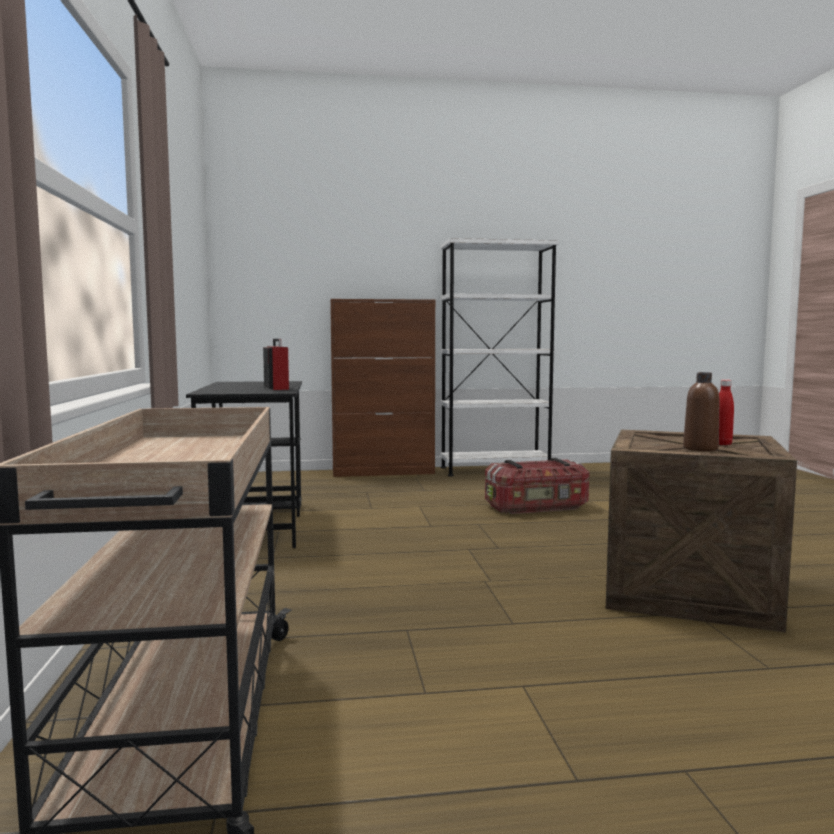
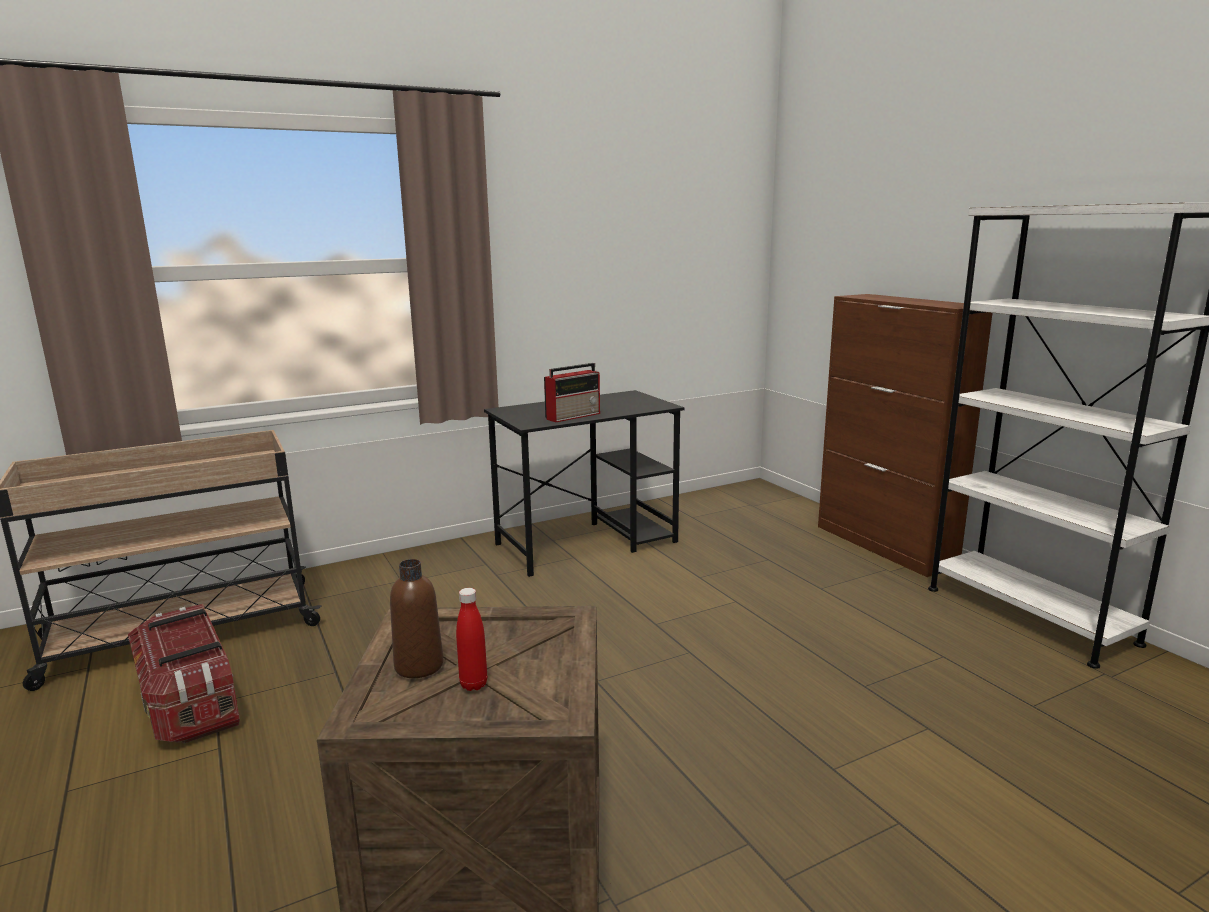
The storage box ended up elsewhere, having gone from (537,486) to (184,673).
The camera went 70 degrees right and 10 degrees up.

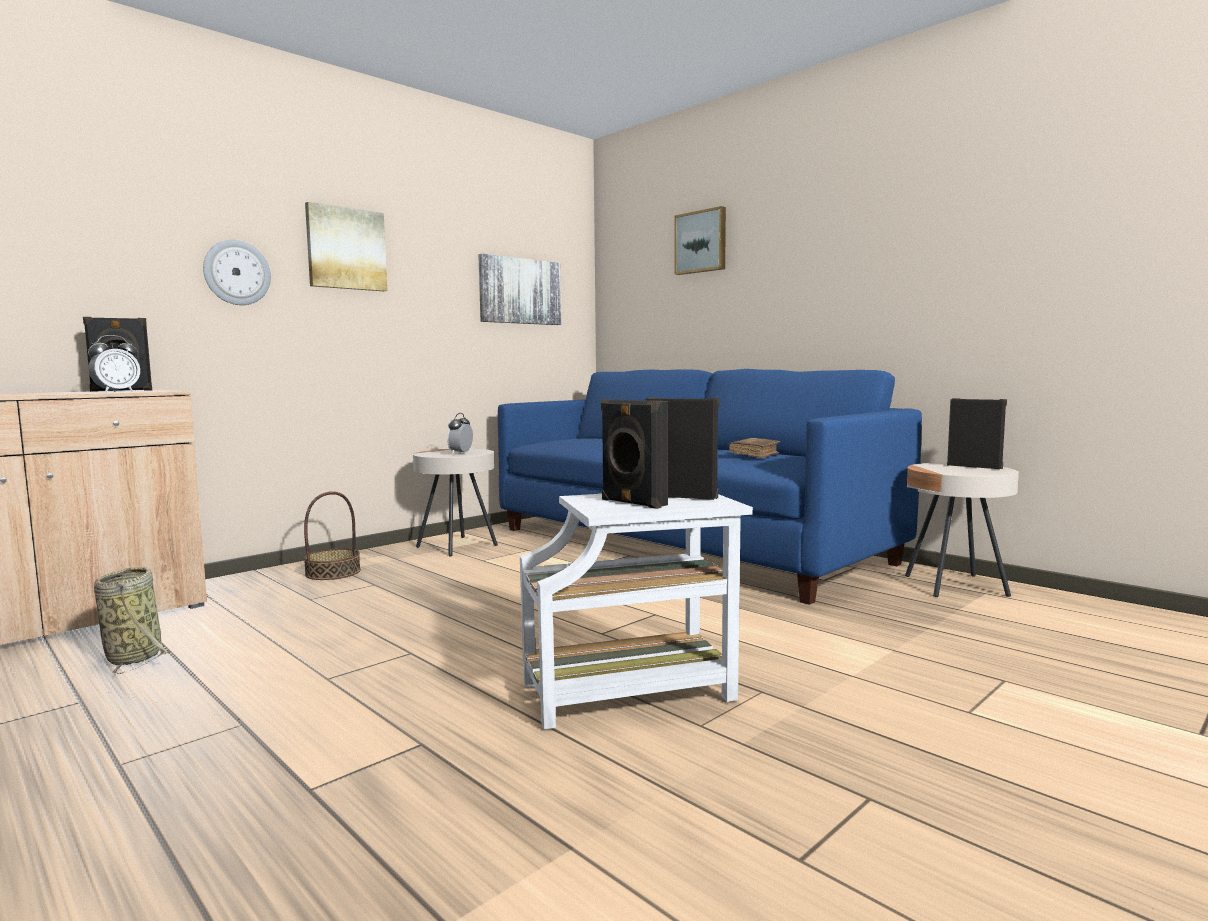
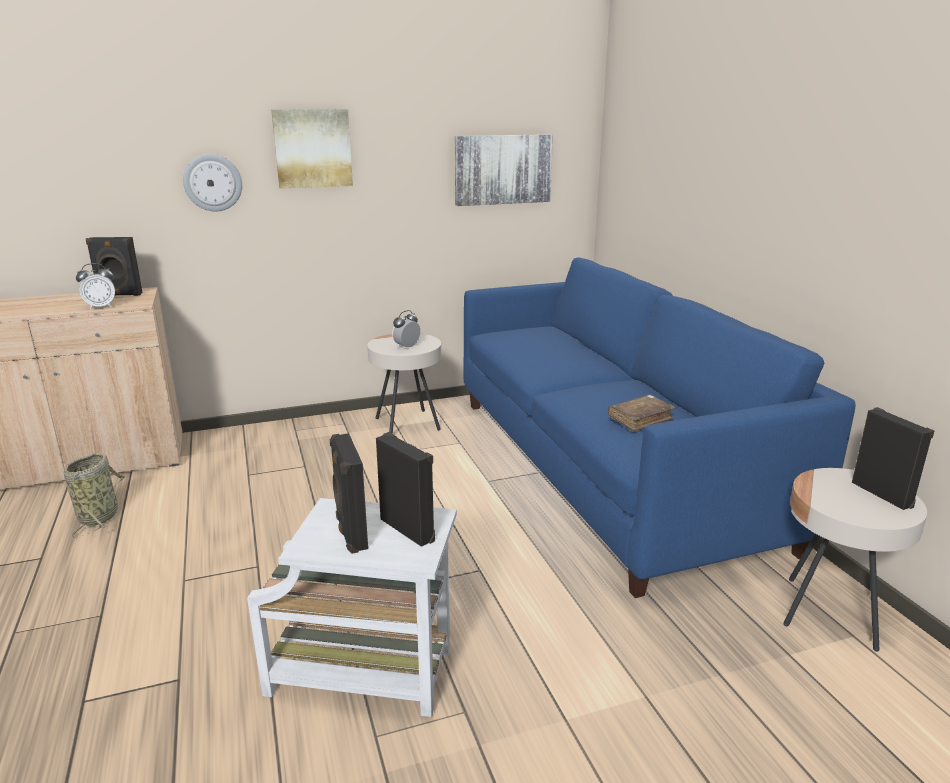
The second view lost the storage basket at (332,535).
The second view lost the picture at (700,240).
The camera went 25 degrees right and 15 degrees up.

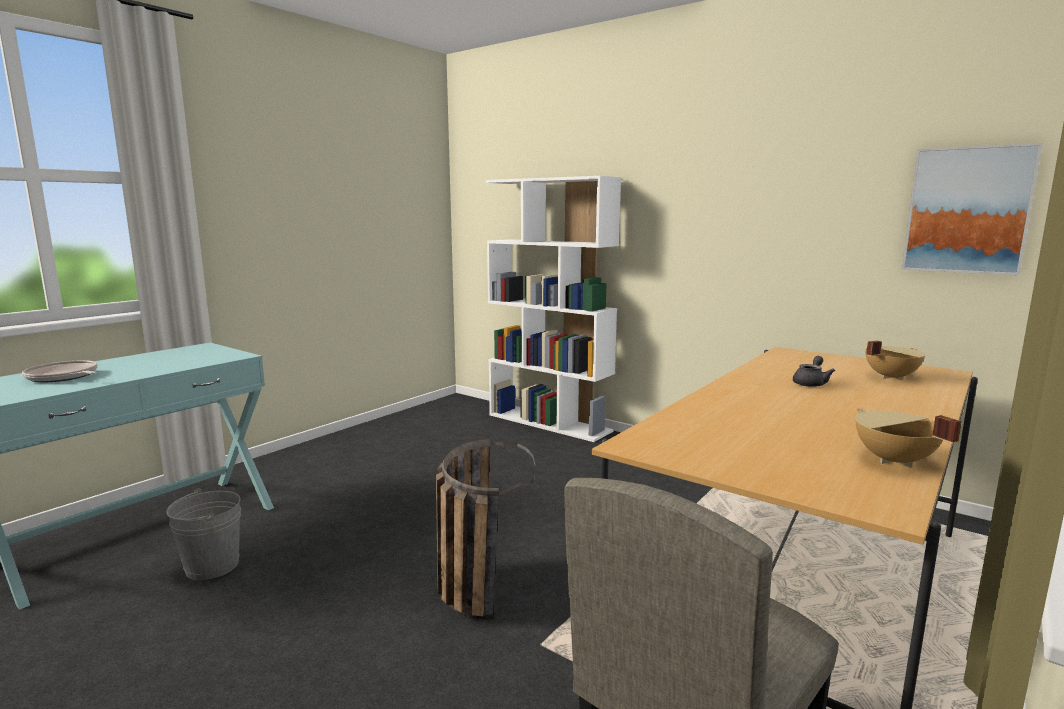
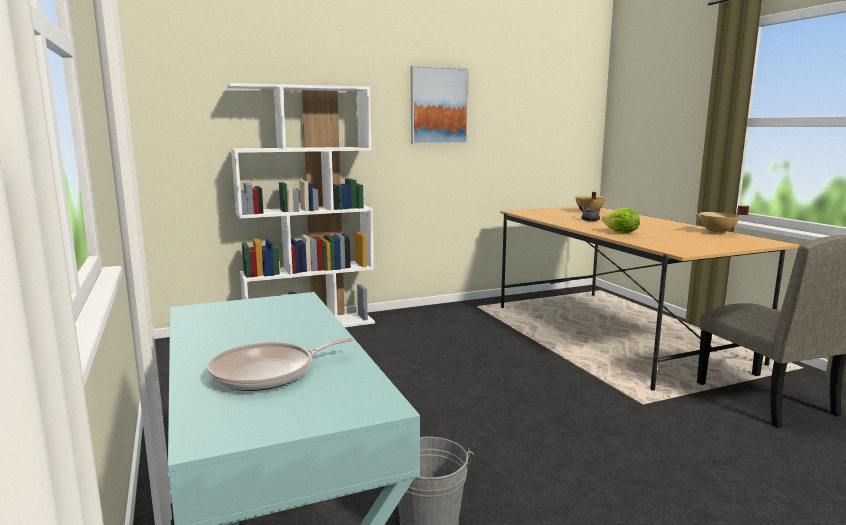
The second view lost the storage basket at (485,529).
The picture ended up elsewhere, having gone from (972,209) to (440,105).
The second view gained the lettuce head at (621,220).
The camera went 60 degrees left and 0 degrees up.

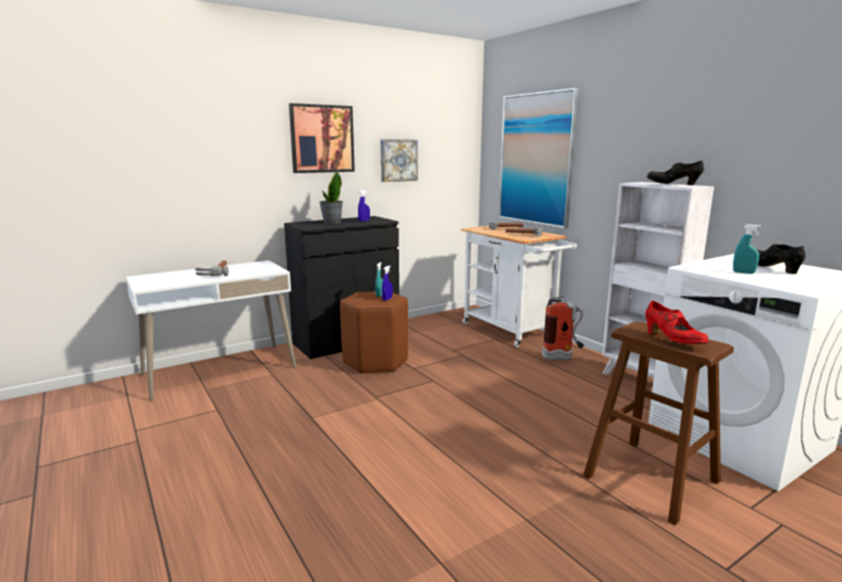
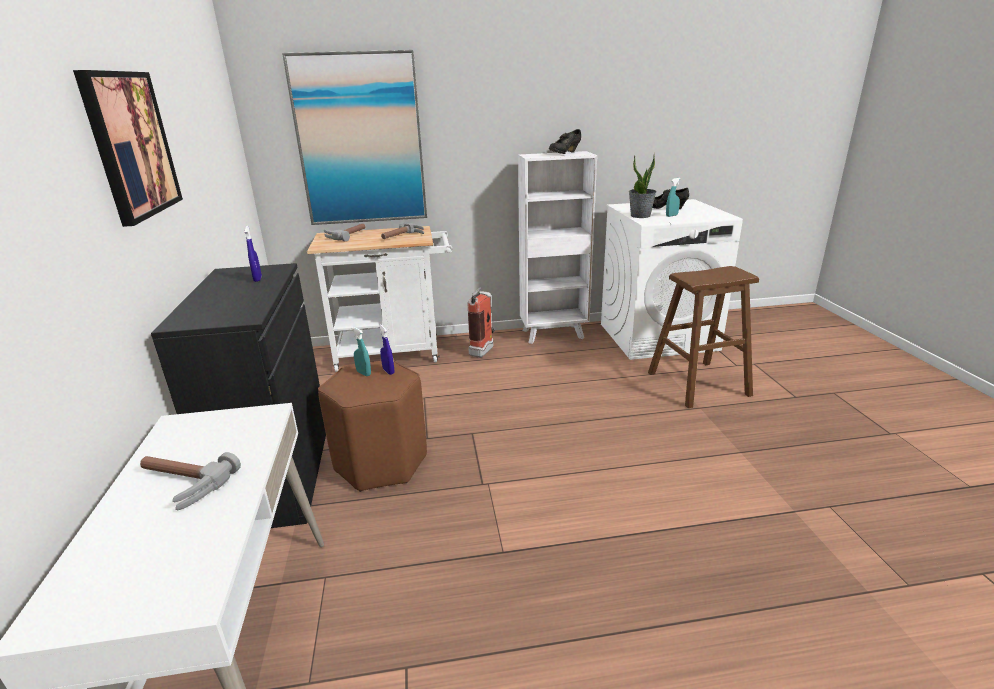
The plant in a pot ended up elsewhere, having gone from (331,197) to (643,185).
The second view lost the picture at (399,160).
The second view lost the reddish item of footwear at (677,322).
The camera went 65 degrees left and 10 degrees up.

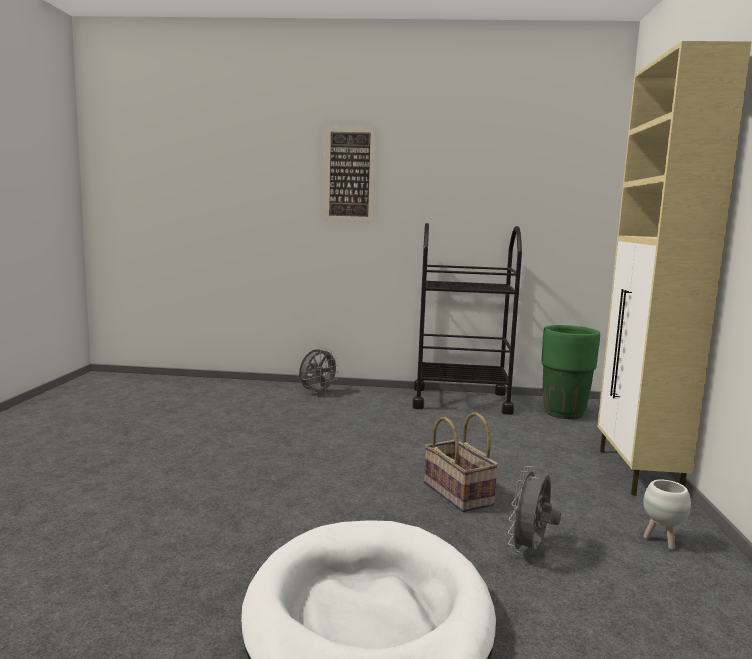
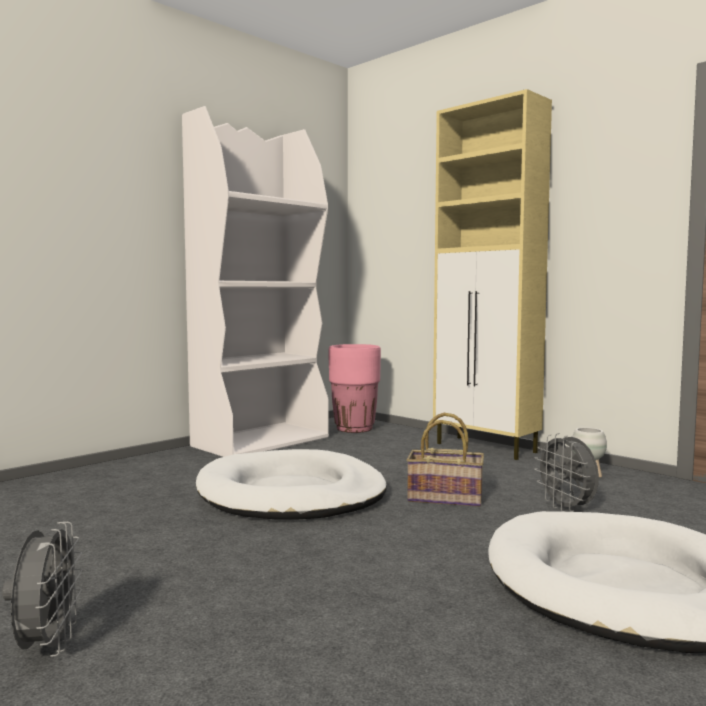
The greyish electric fan ended up elsewhere, having gone from (319,371) to (42,589).
The second view lost the picture at (350,174).
Where the blackish trolley stood at (467,319), the white-coloured bookcase came to stand at (255,281).
What was the green-coloured planter at (570,372) turned into the pink planter at (354,388).
The second view gained the white-coloured pet bed at (291,484).
The camera went 50 degrees left and 5 degrees down.

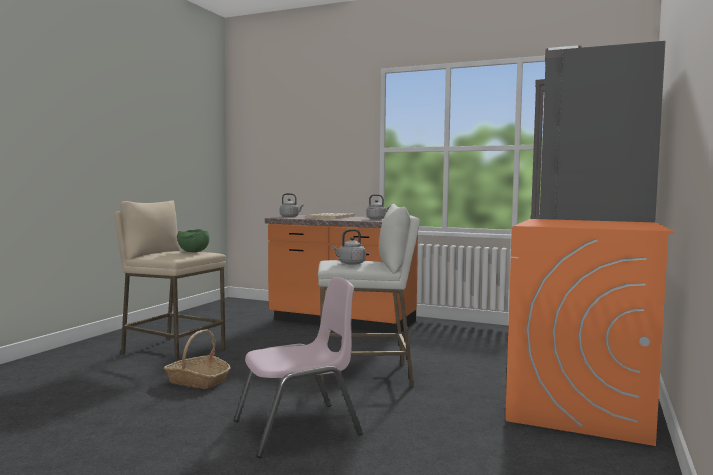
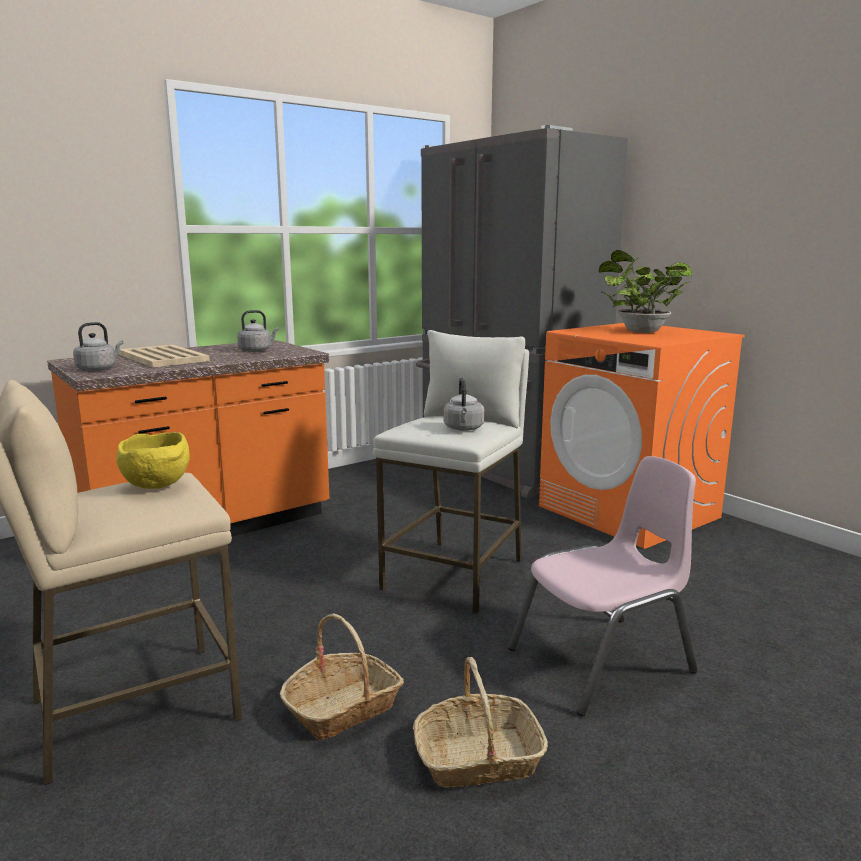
What was the green-coloured deep dish at (193,240) turned into the yellow deep dish at (153,460).
The pink upright chair at (298,367) ended up facing another way, 60 degrees clockwise from before.
The second view gained the storage basket at (480,722).
The second view gained the plant in a pot at (645,291).
The camera went 60 degrees left and 10 degrees up.

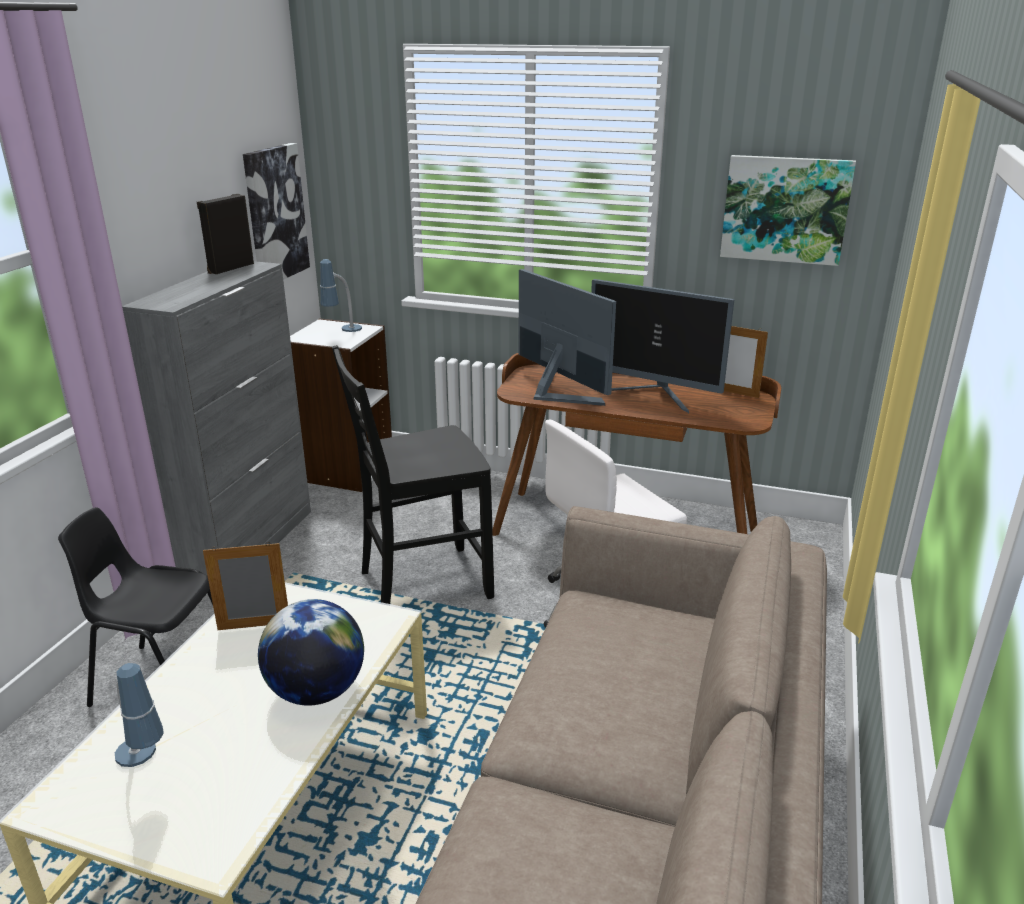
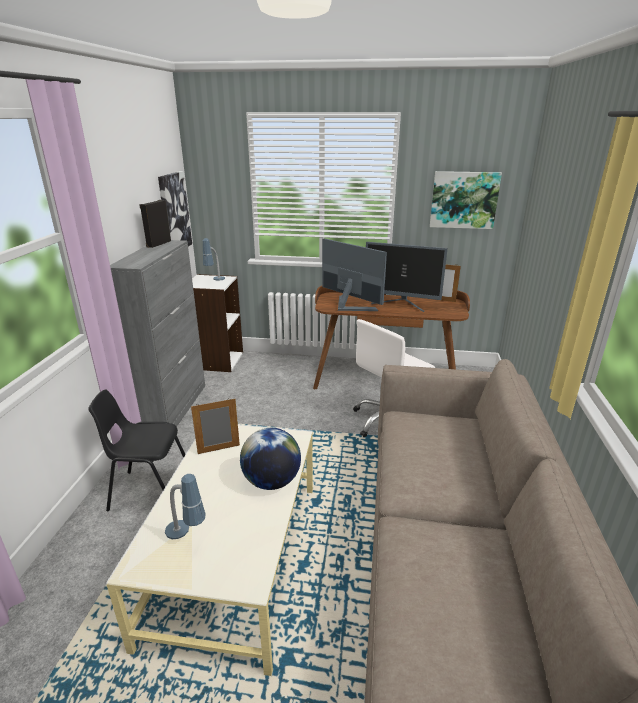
The second view lost the blackish upright chair at (413,474).
The camera went 10 degrees left and 0 degrees up.

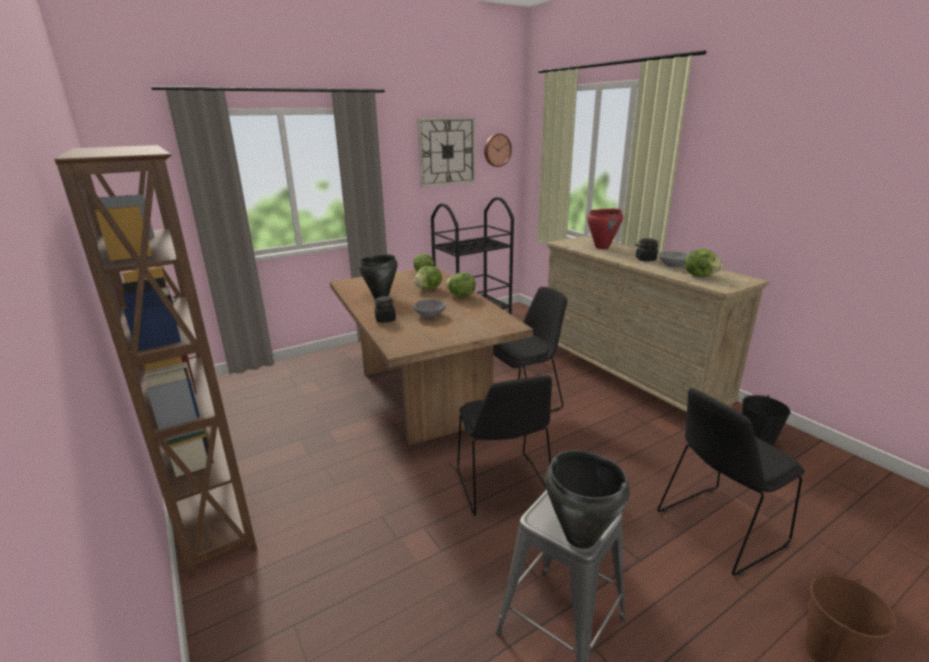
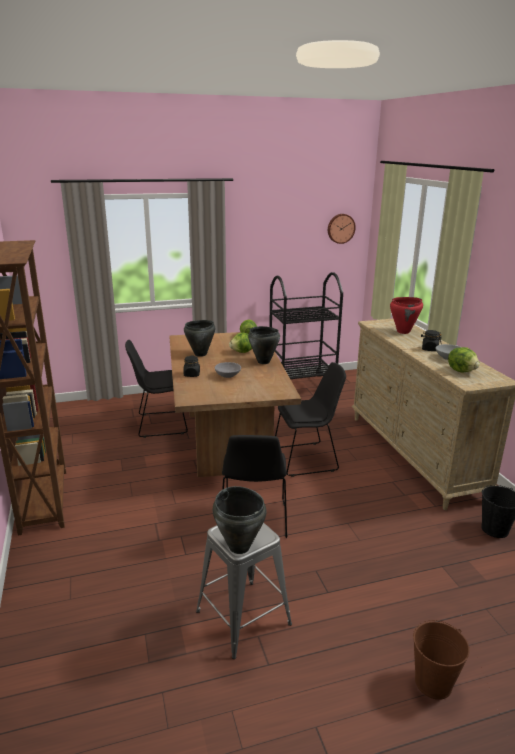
The second view lost the clock on the wall at (446,152).
Where the lettuce head stood at (460,284), the blackish stockpot came to stand at (264,345).
The blackish upright chair ended up elsewhere, having gone from (731,482) to (156,389).
The camera went 15 degrees right and 0 degrees up.

